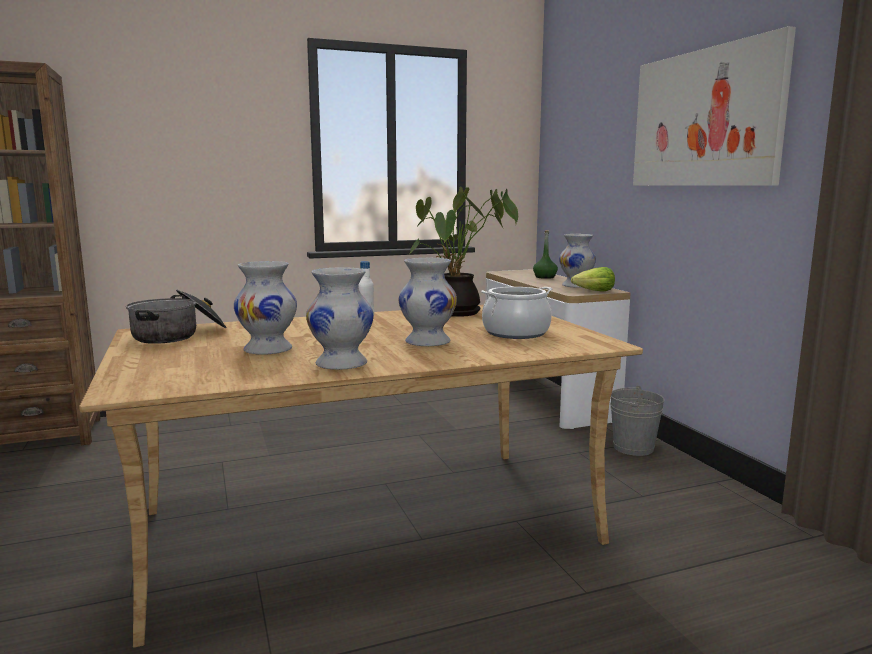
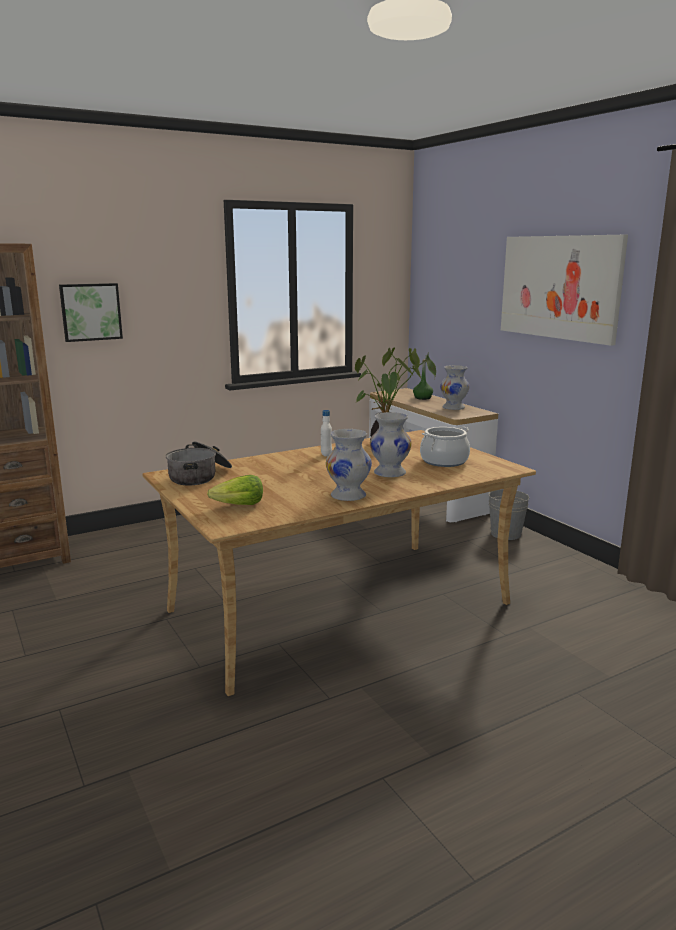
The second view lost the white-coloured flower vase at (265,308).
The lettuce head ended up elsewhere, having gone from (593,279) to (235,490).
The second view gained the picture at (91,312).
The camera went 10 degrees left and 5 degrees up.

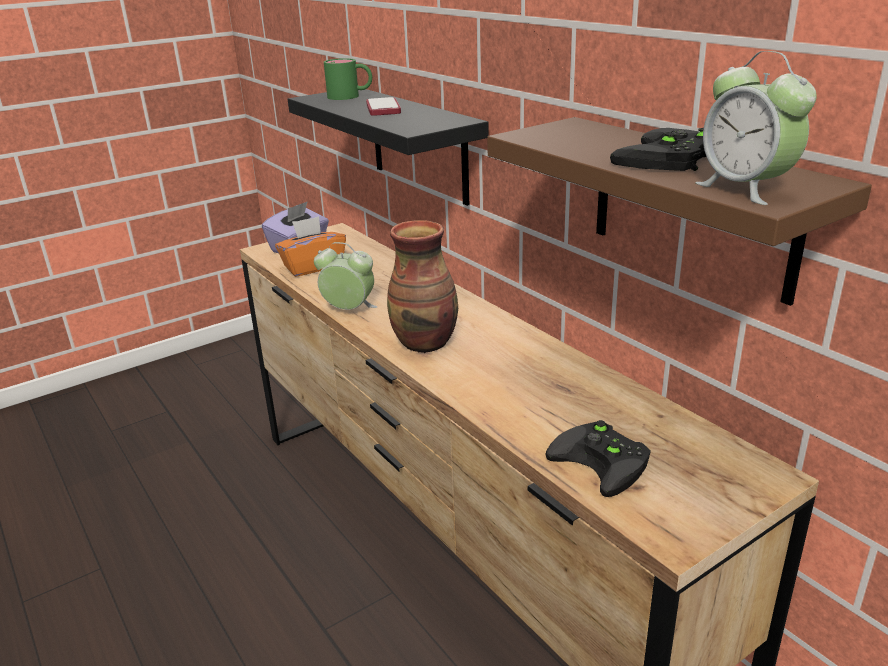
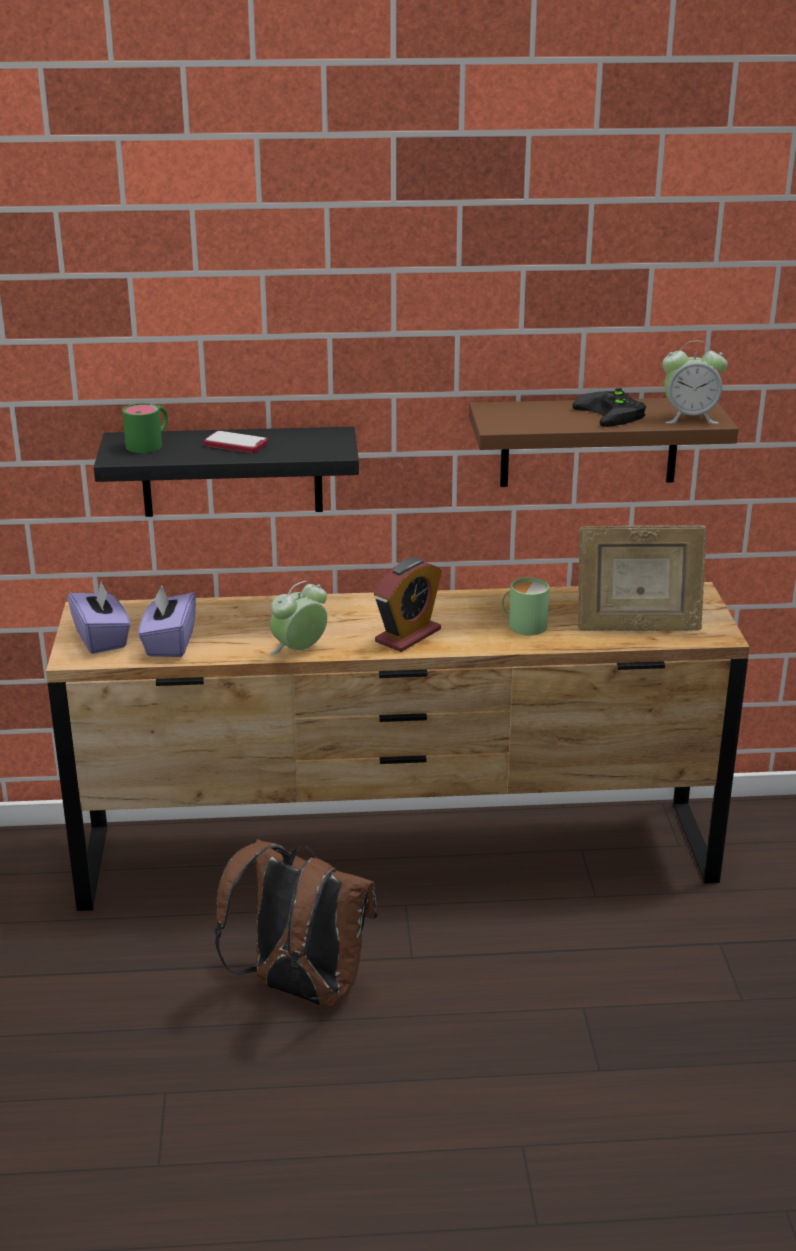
What was the orangey tissue holder at (310,246) turned into the purplish tissue holder at (167,621).
Where the flower vase stood at (422,286), the table clock came to stand at (408,605).
Where the blackish game controller stood at (598,458), the picture frame came to stand at (642,578).
The second view gained the brown knapsack at (296,923).
The second view gained the green-coloured tea mug at (525,607).
The camera went 60 degrees left and 0 degrees up.

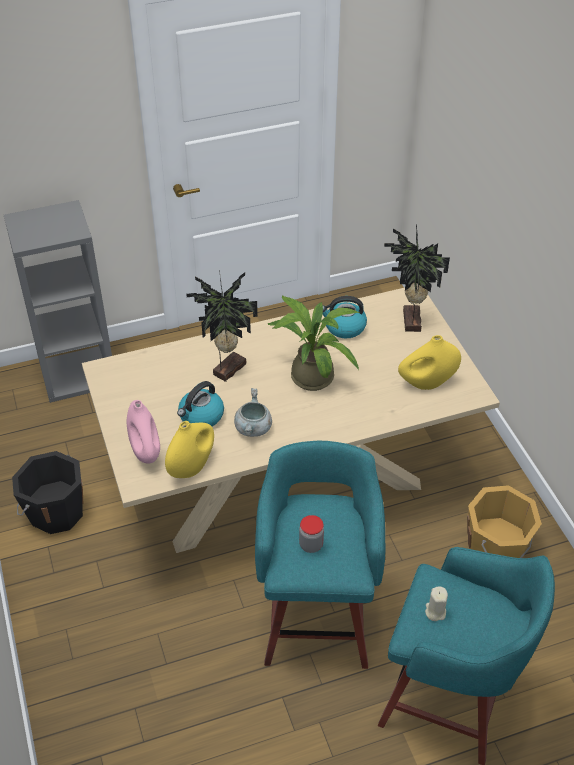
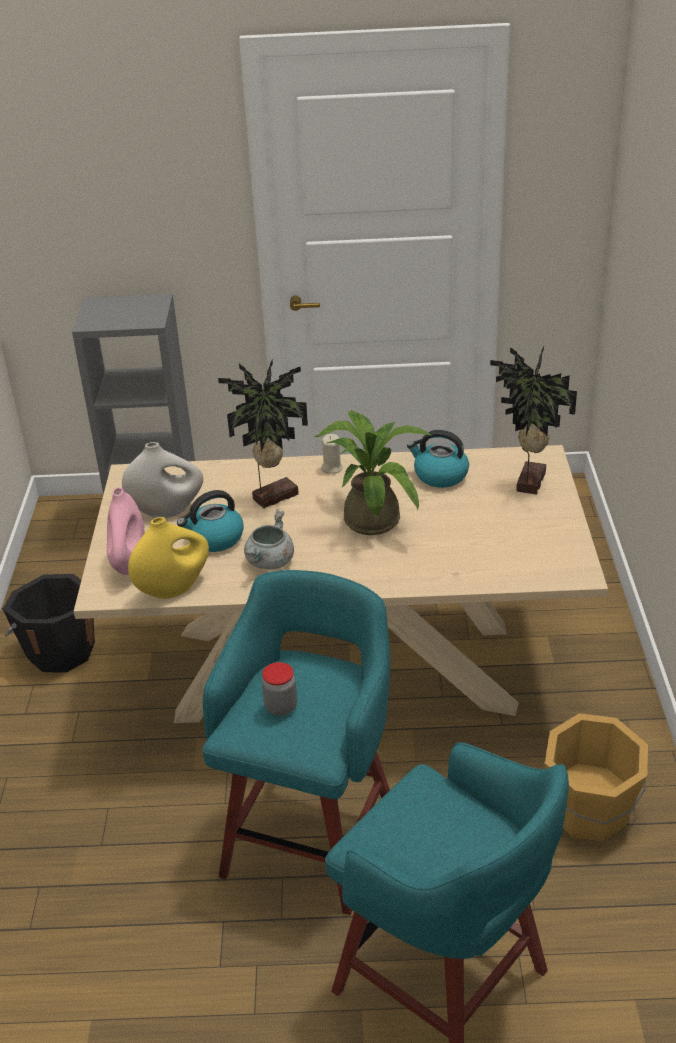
The second view lost the yellow flower vase at (429,362).
The beige-coloured candle ended up elsewhere, having gone from (436,603) to (332,454).
The second view gained the white-coloured flower vase at (162,480).
The camera went 20 degrees right and 10 degrees down.

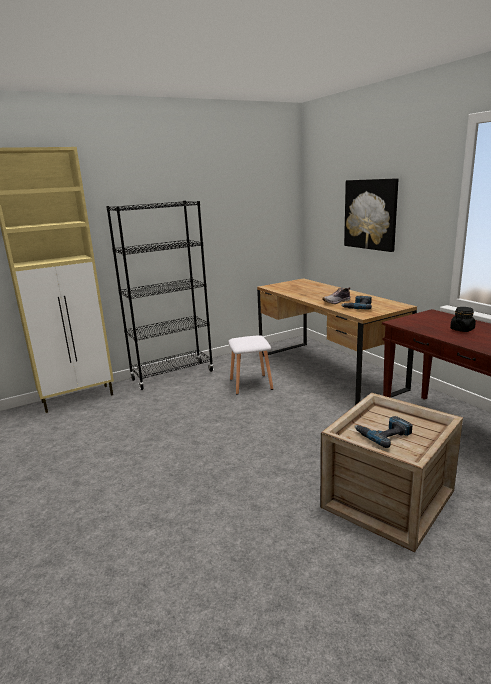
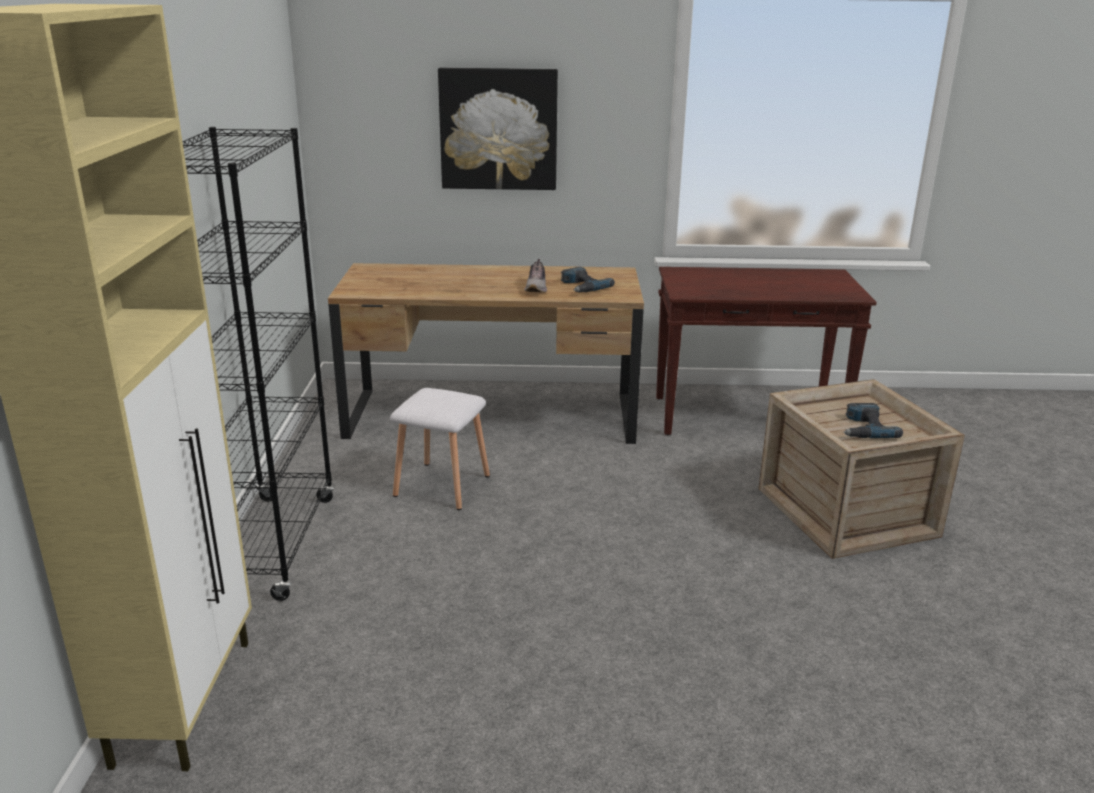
The second view lost the blackish jar at (463,319).
The camera went 60 degrees left and 5 degrees up.

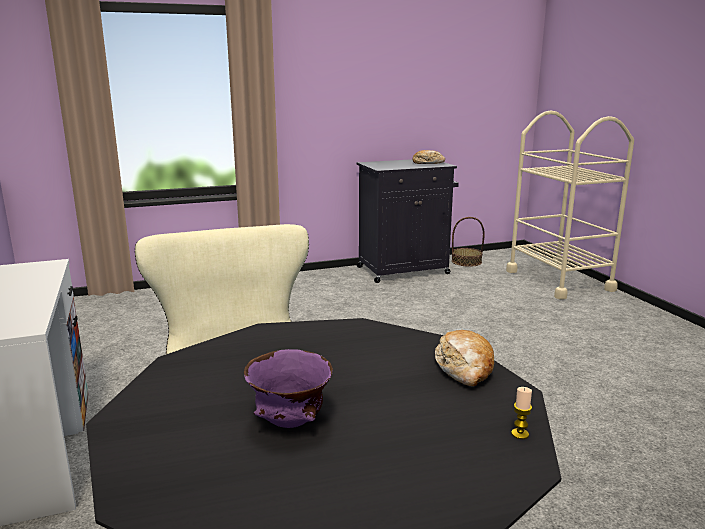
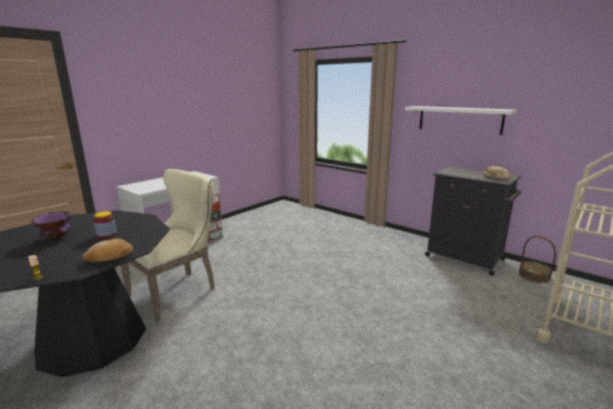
The second view gained the jar at (105,224).
The second view gained the white-coloured wall shelf at (461,120).
The camera went 60 degrees right and 0 degrees up.

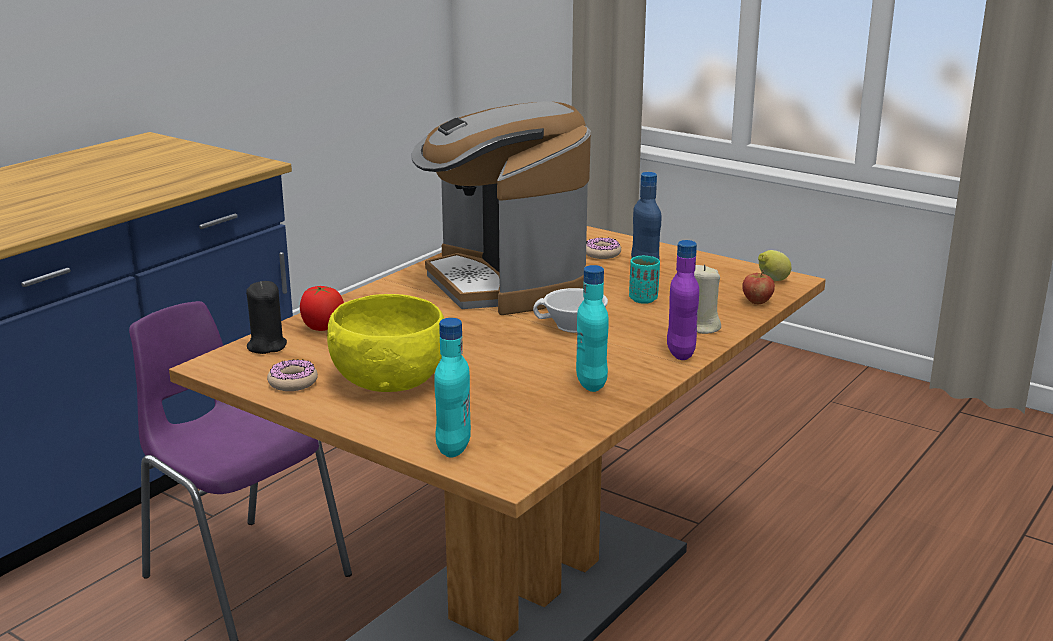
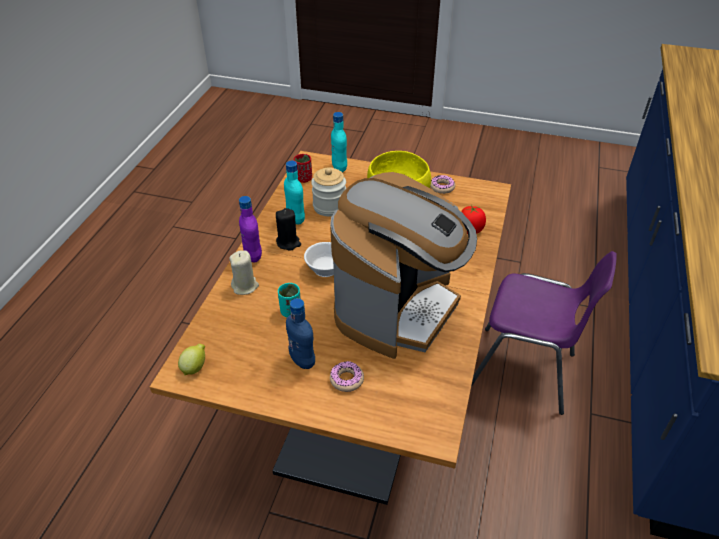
The blackish candle ended up elsewhere, having gone from (266,317) to (288,229).
The coffee machine at (501,208) ended up facing another way, 75 degrees clockwise from before.
The second view lost the apple fruit at (758,287).
The second view gained the reddish small cup at (303,168).
The second view gained the jar at (328,191).
The camera went 160 degrees right and 20 degrees up.

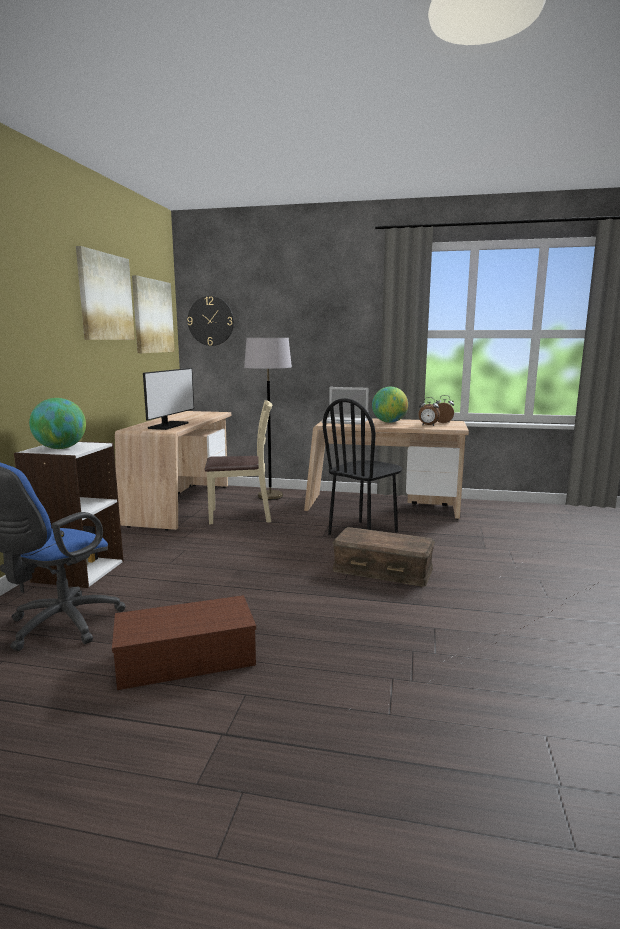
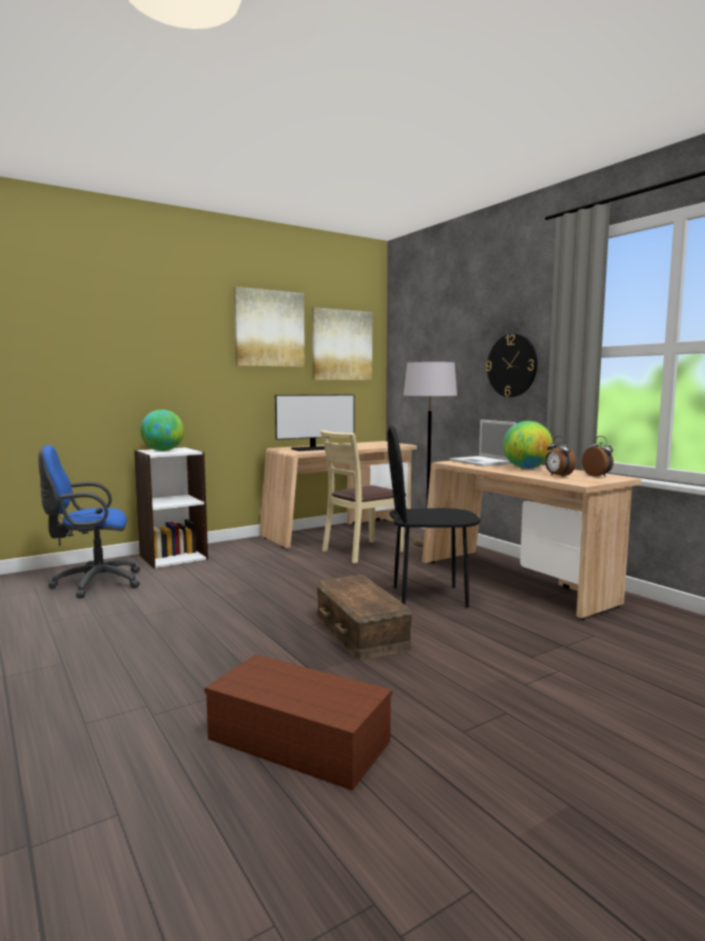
The brown storage box ended up elsewhere, having gone from (184,642) to (298,722).
The clock on the wall ended up elsewhere, having gone from (210,321) to (511,365).
The beige-coloured upright chair at (238,462) ended up facing another way, 105 degrees clockwise from before.
The camera went 45 degrees right and 5 degrees down.

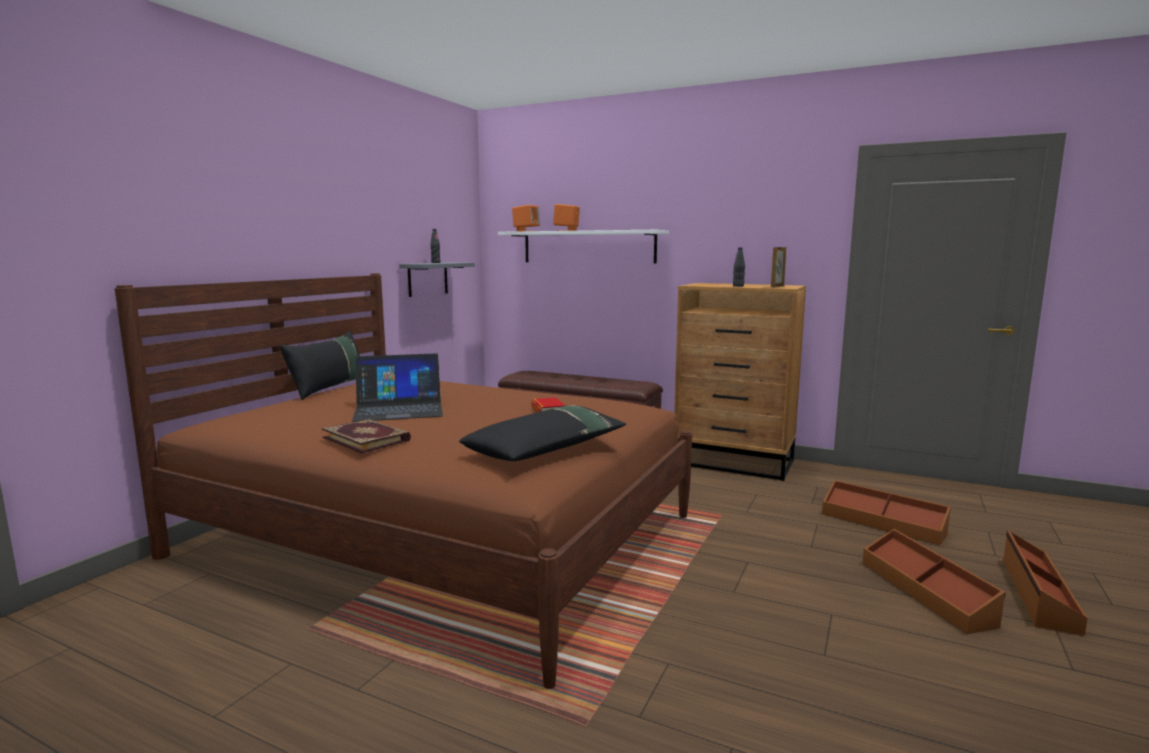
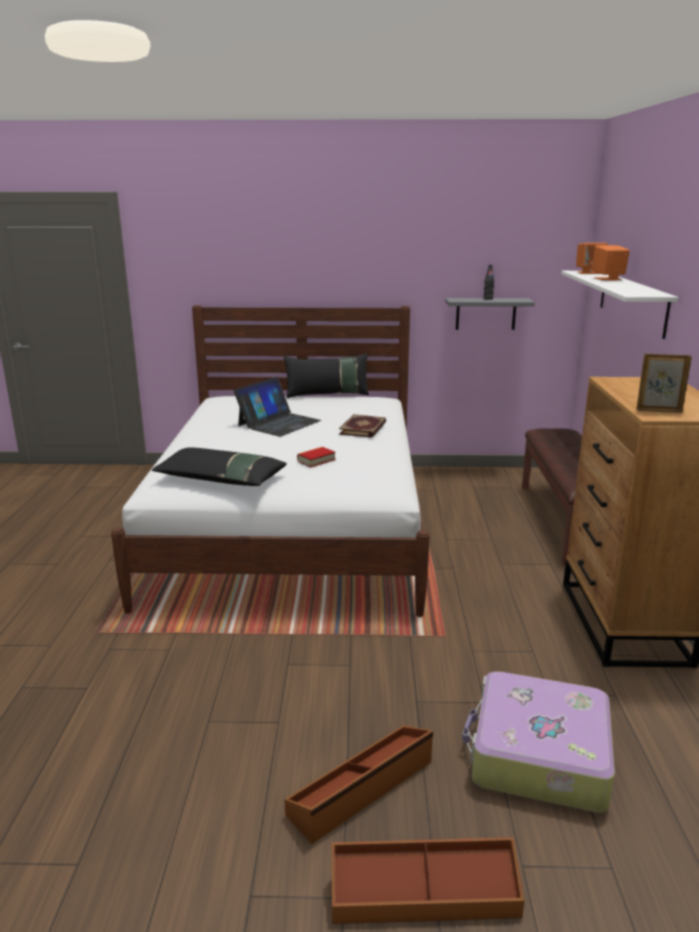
What was the brown bed at (403,481) turned into the white-coloured bed at (270,461).
The volume ended up elsewhere, having gone from (366,436) to (362,426).
The notebook computer at (397,387) ended up facing another way, 105 degrees counterclockwise from before.
The second view lost the blackish beverage bottle at (739,267).
Where the brown storage box stood at (886,512), the piece of luggage came to stand at (538,742).
The camera went 65 degrees right and 10 degrees up.

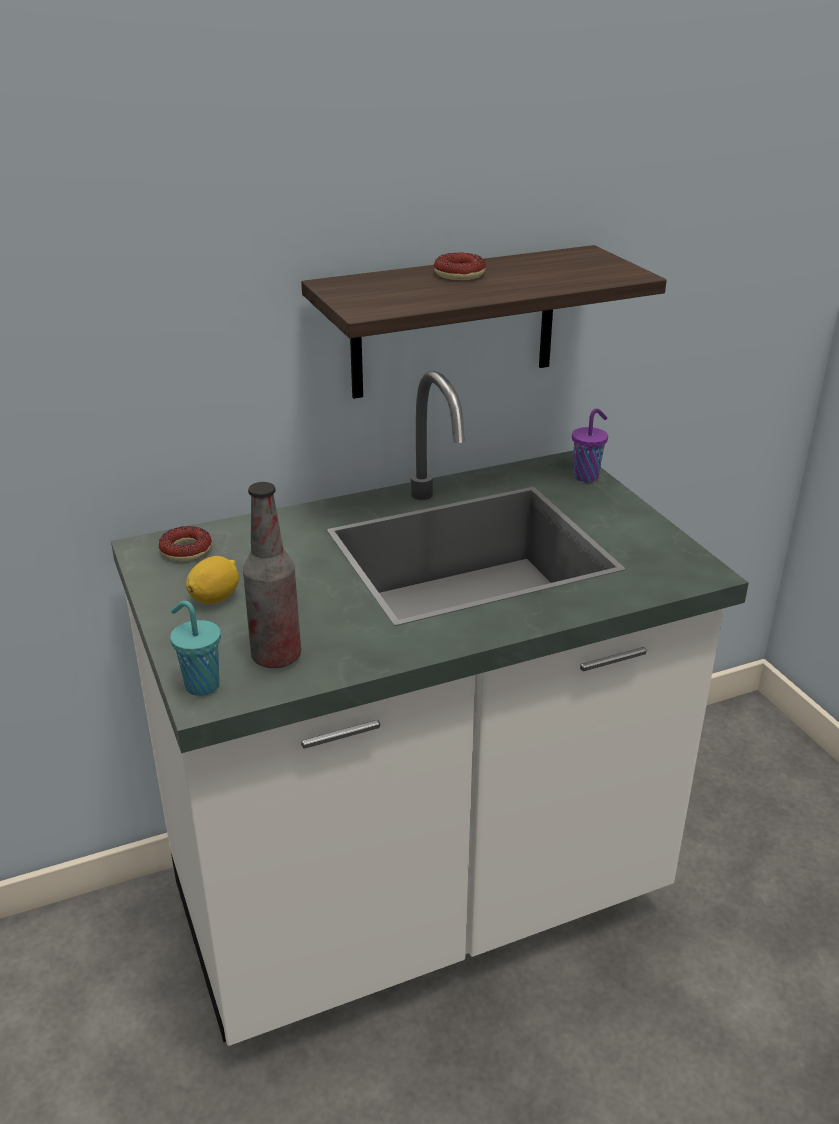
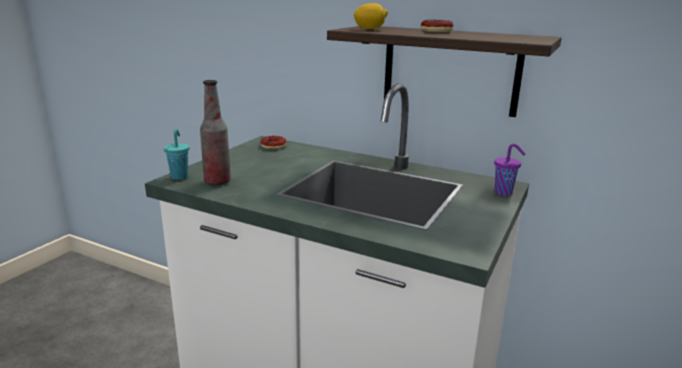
The lemon ended up elsewhere, having gone from (212,580) to (371,16).
The camera went 50 degrees right and 10 degrees down.

